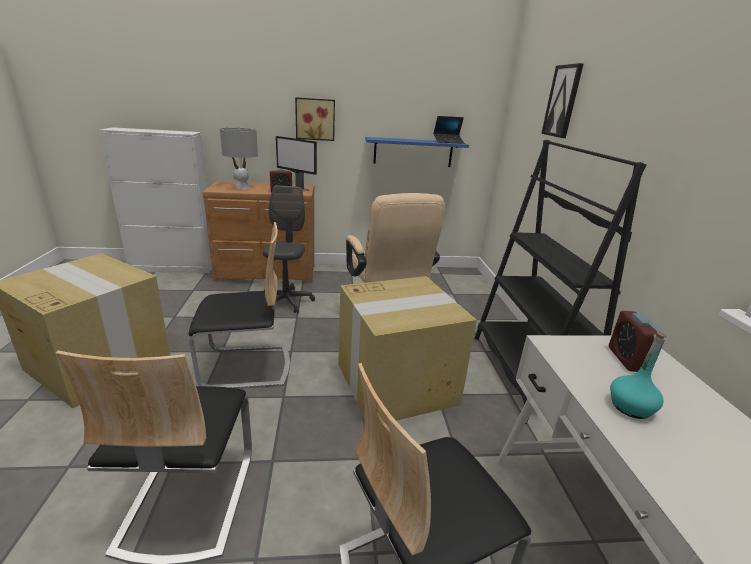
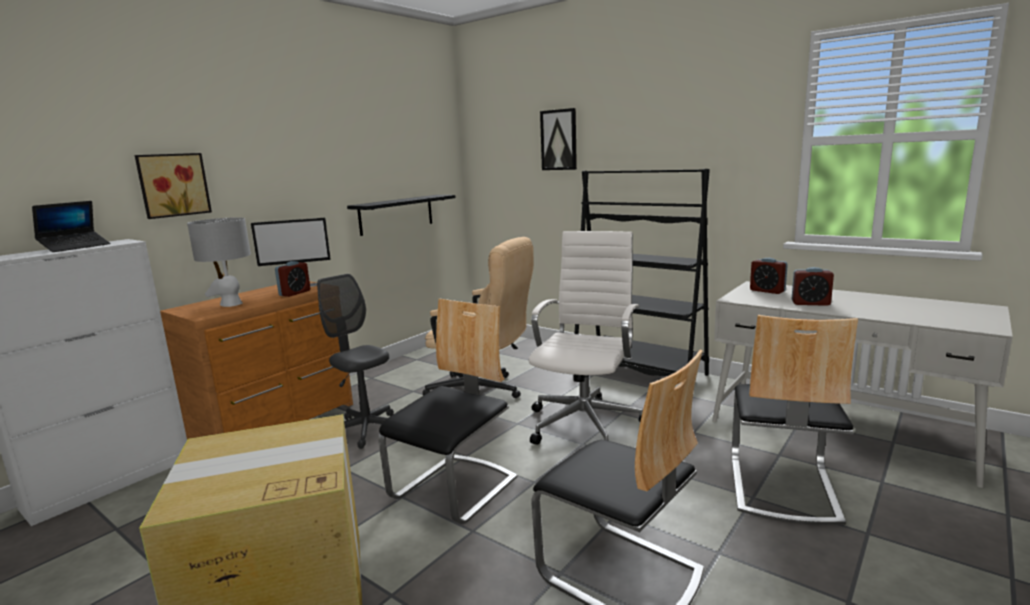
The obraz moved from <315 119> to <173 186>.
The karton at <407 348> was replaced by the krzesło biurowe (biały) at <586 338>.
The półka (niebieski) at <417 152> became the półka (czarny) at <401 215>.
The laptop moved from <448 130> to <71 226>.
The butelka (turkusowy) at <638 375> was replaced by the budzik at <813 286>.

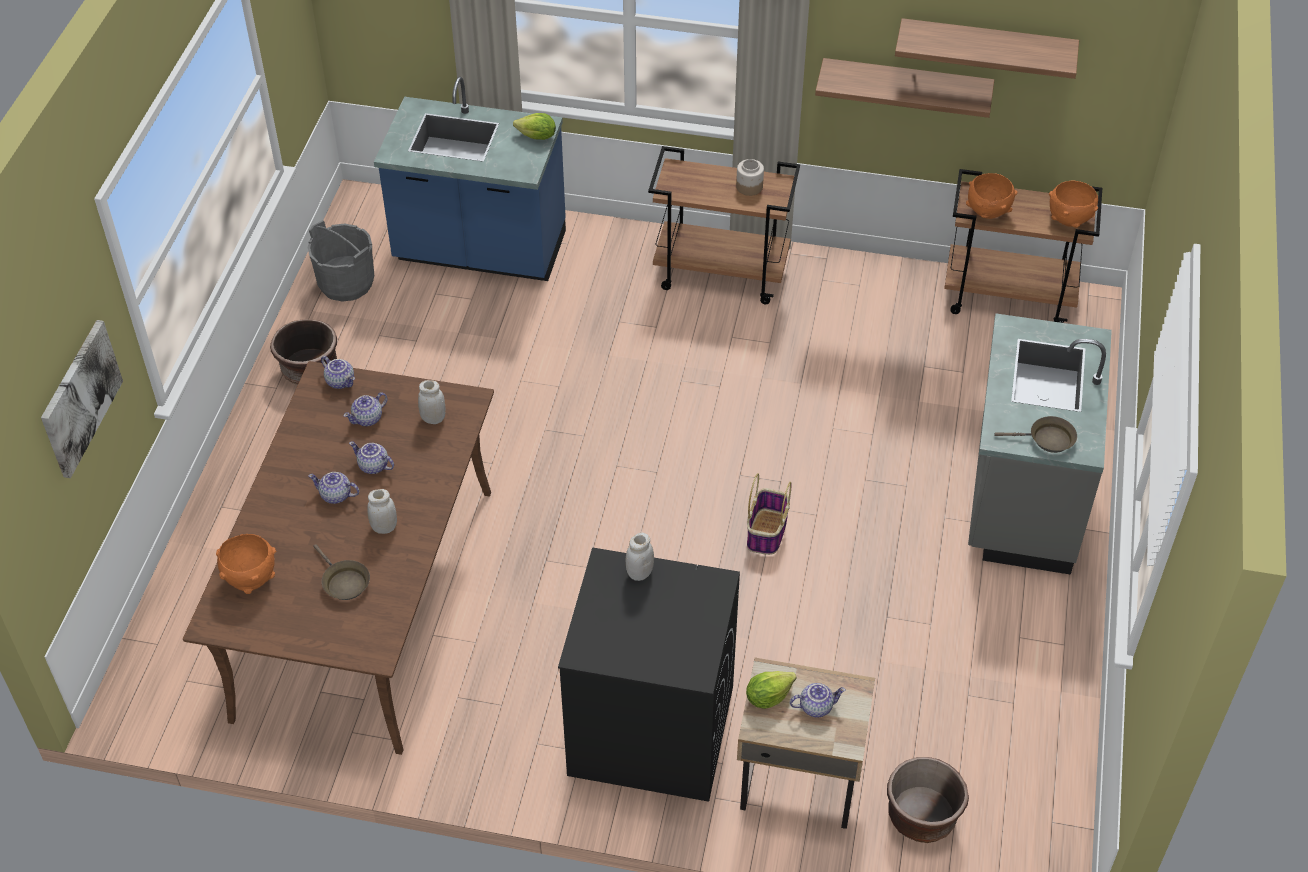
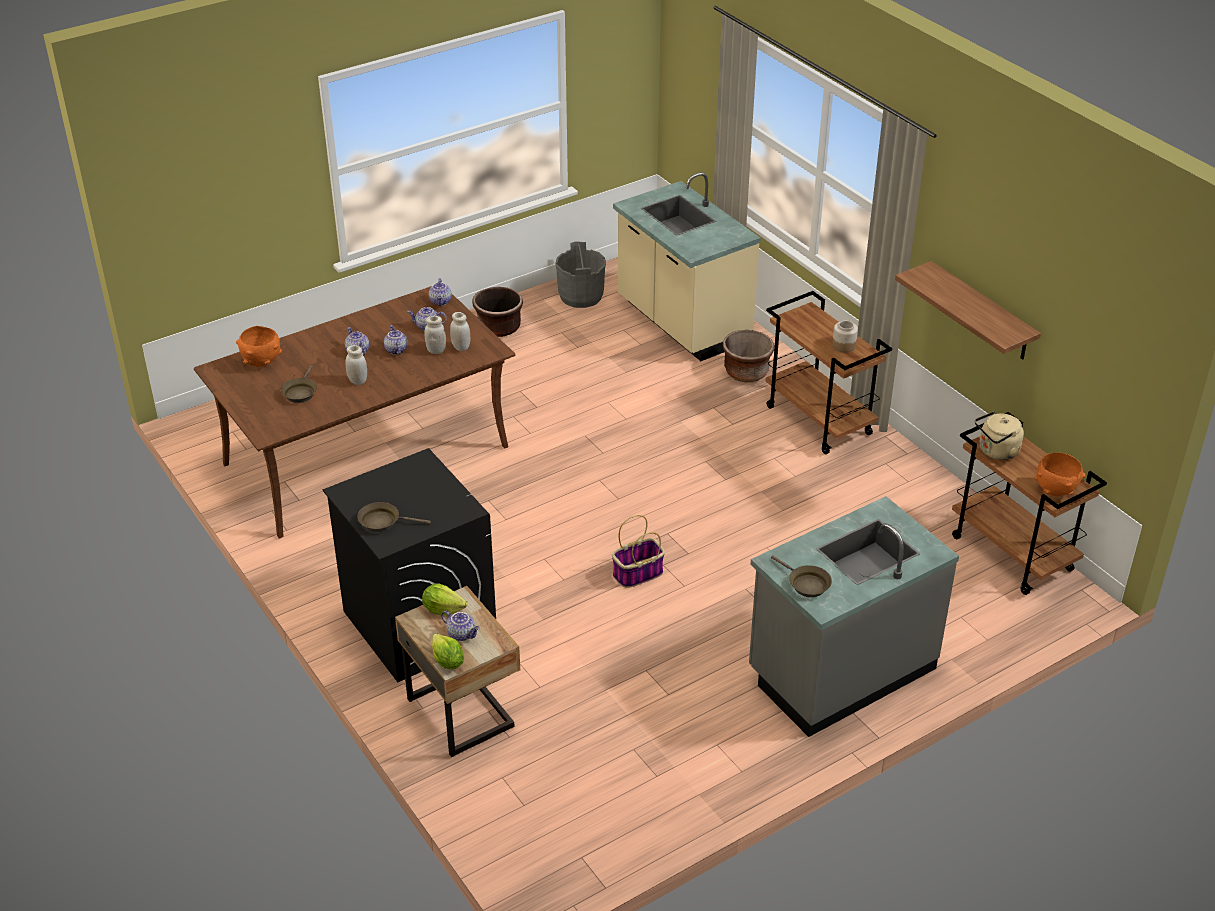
The obraz at <82 399> disappeared.
The zabudowa kuchenna (niebieski) at <470 179> became the zabudowa kuchenna (beżowy) at <687 266>.
The sałata moved from <534 126> to <448 651>.
The słoik (biały) moved from <639 557> to <435 335>.
The donica (brązowy) moved from <928 800> to <748 356>.
The półka at <987 48> disappeared.
The miska (pomarańczowy) at <991 196> was replaced by the czajnik (beżowy) at <999 435>.
The patelnia (brązowy) at <394 517> appeared.

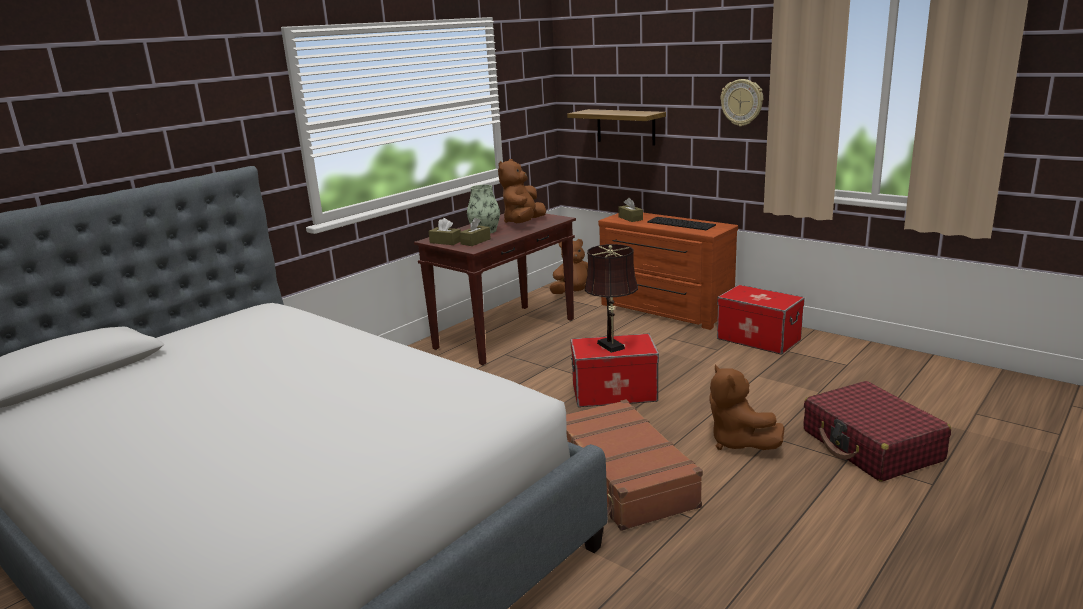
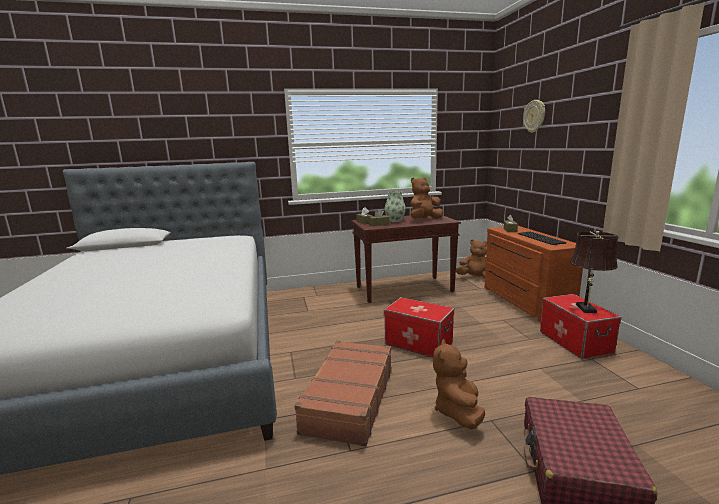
The półka at <616 127> disappeared.
The lampa stołowa (brązowy) moved from <611 298> to <594 272>.
The zegar ścienny moved from <741 102> to <534 116>.

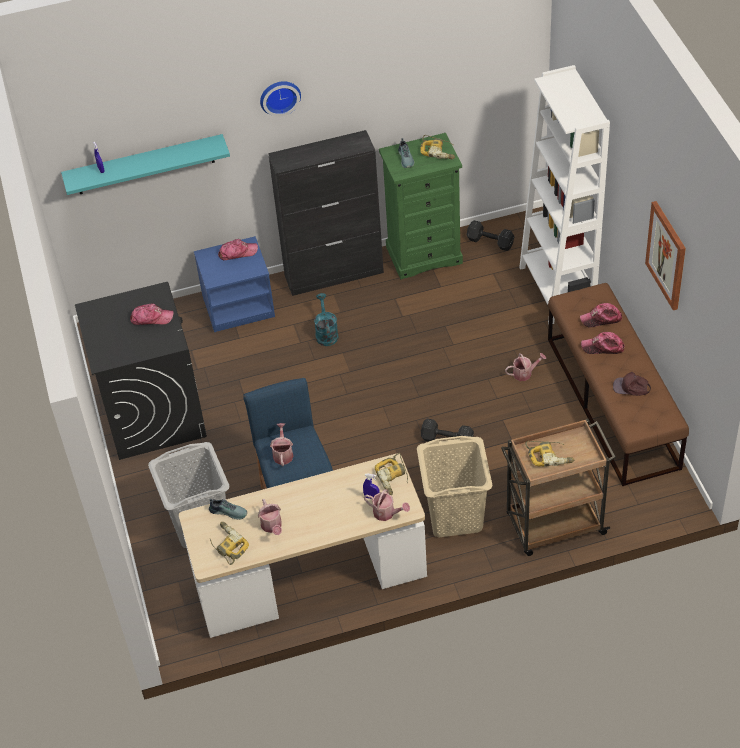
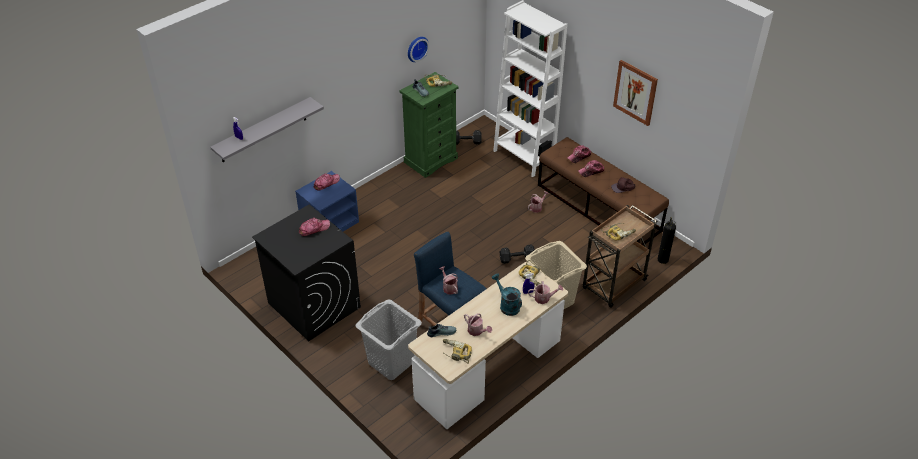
The półka (turkusowy) at <145 164> became the półka (szary) at <267 129>.
The zegar ścienny moved from <280 99> to <418 49>.
The szafka (czarny) at <326 213> disappeared.
The konewka (turkusowy) moved from <326 319> to <507 295>.
The gaśnica at <667 240> appeared.

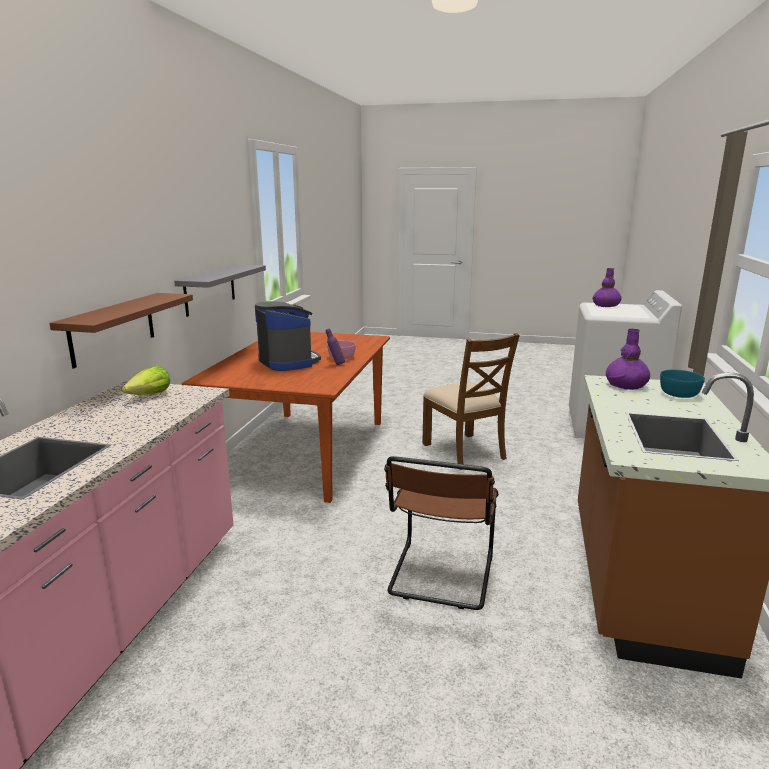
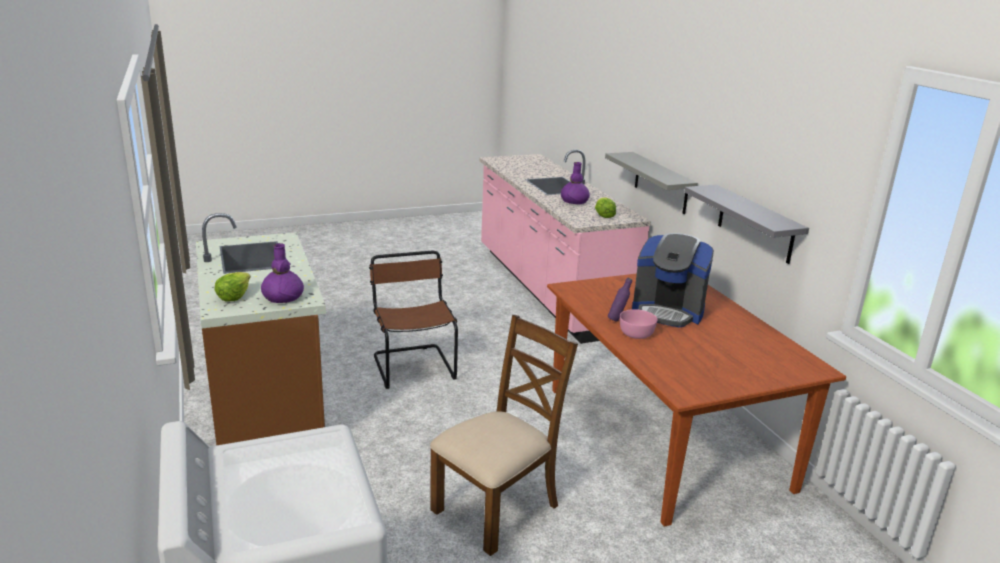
The półka (brązowy) at <121 330> became the półka (szary) at <651 183>.
The krzesło (brązowy) at <471 401> turned 105 degrees clockwise.
The wazon (fioletowy) moved from <606 287> to <575 183>.
The miska (turkusowy) at <682 384> was replaced by the sałata at <232 286>.

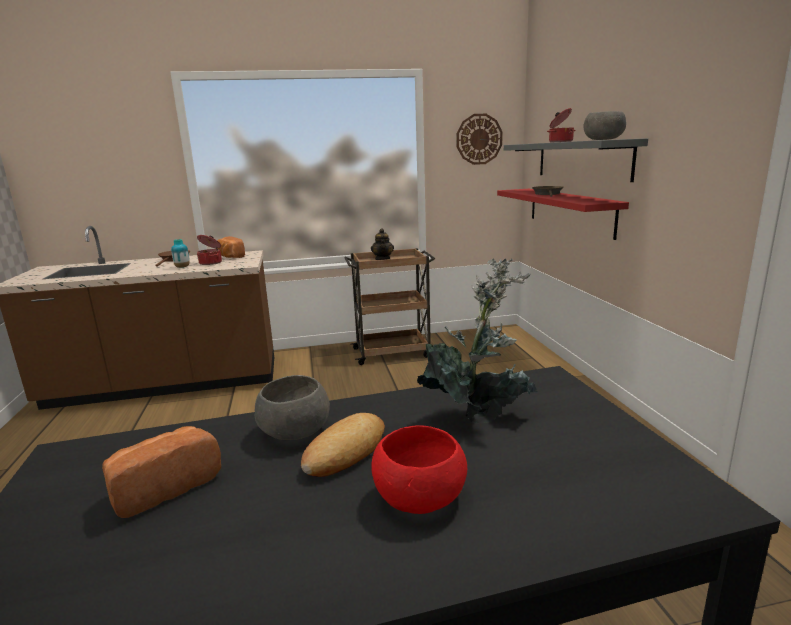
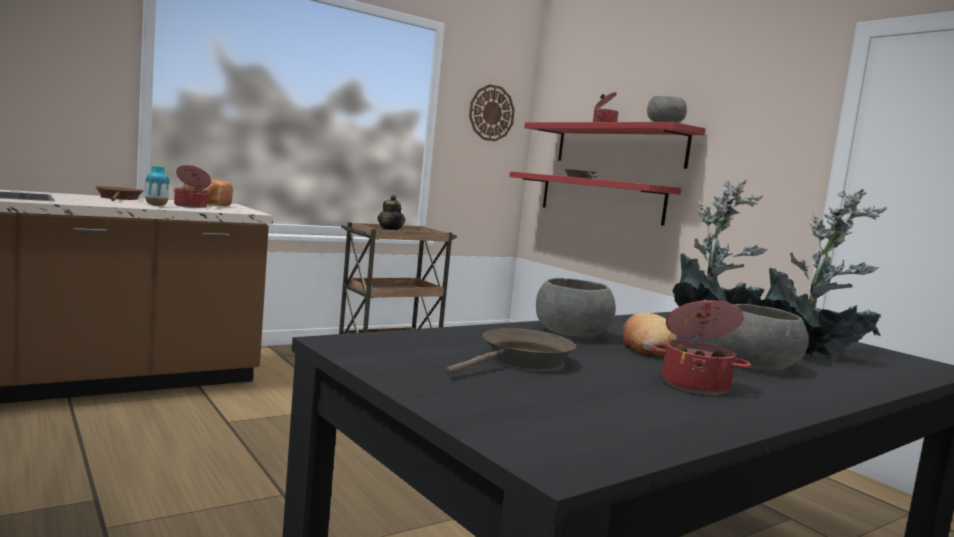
The chleb at <161 472> was replaced by the patelnia (brązowy) at <511 351>.
The miska (czerwony) at <419 469> became the miska (szary) at <763 337>.
The półka (szary) at <576 160> became the półka (czerwony) at <615 145>.
The garnek at <701 347> appeared.
The roślina doniczkowa at <822 275> appeared.

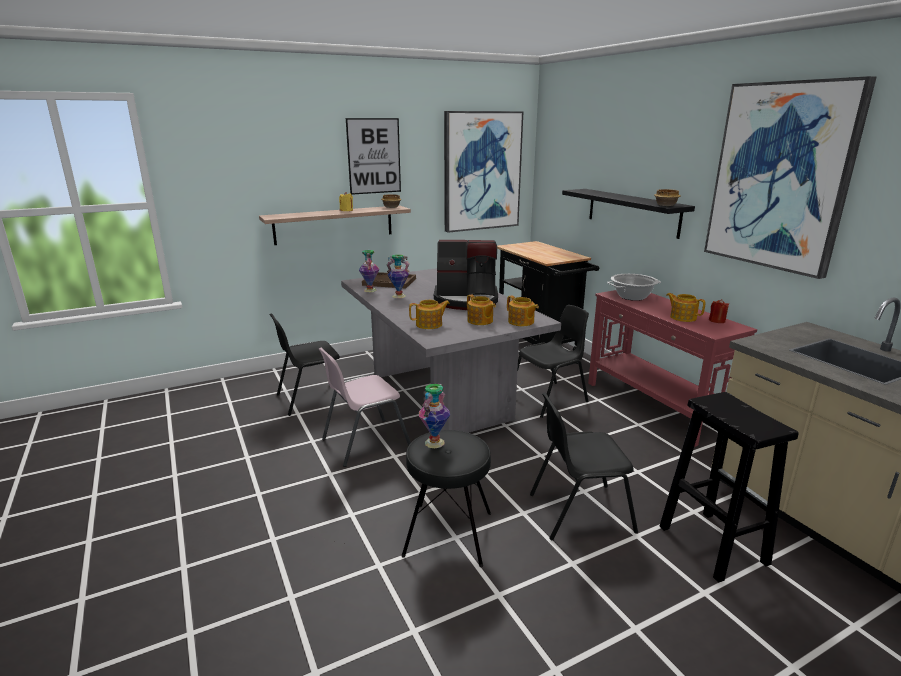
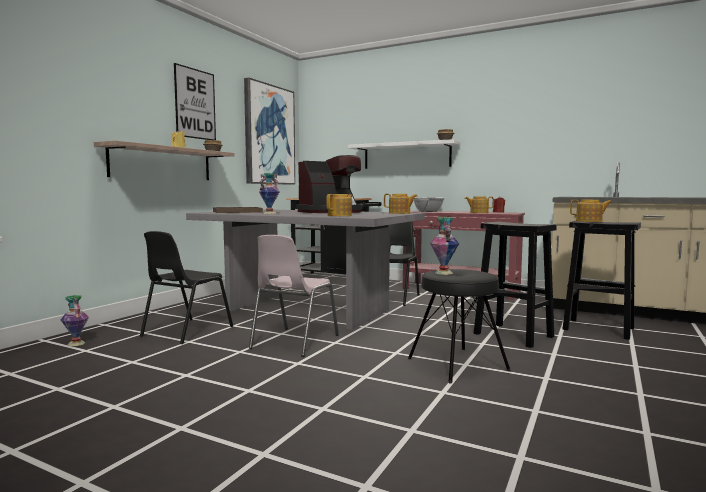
The wazon moved from <369 271> to <74 320>.
The imbryk moved from <481 310> to <591 211>.
The krzesło (czarny) at <584 466> was replaced by the stołek (czarny) at <515 285>.
The półka (czarny) at <628 214> became the półka (biały) at <404 154>.
The obraz at <790 177> disappeared.

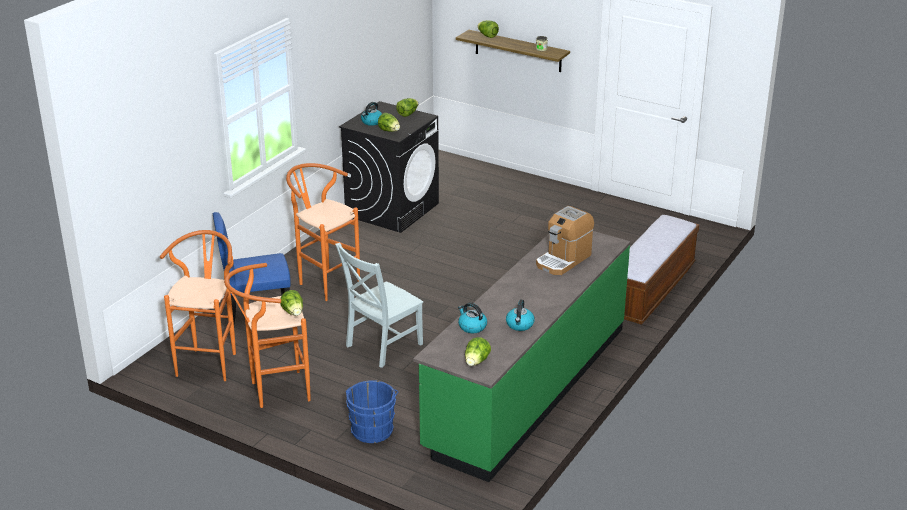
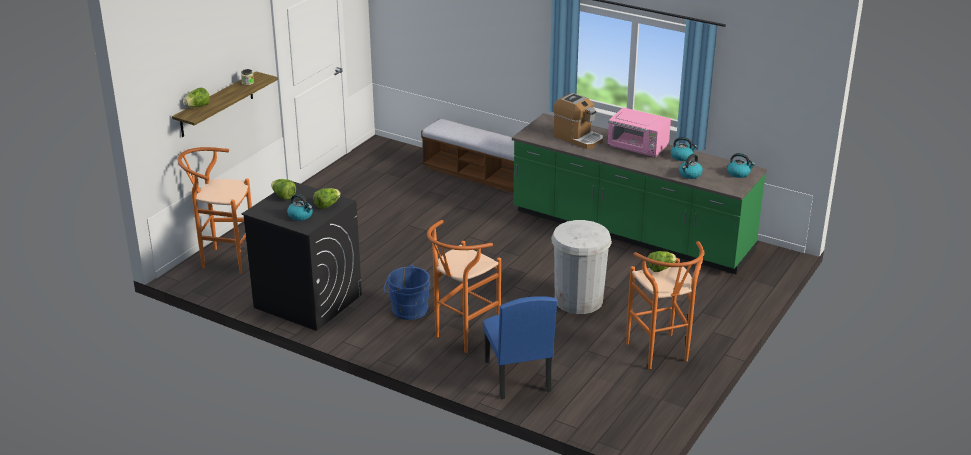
The stołek (pomarańczowy) moved from <198 305> to <215 210>.
The krzesło (szary) at <379 305> was replaced by the kosz na śmieci (biały) at <581 267>.
The wiadro (niebieski) moved from <372 411> to <407 292>.
The sałata at <478 351> was replaced by the czajnik at <741 165>.
The mikrofalówka (różowy) at <639 132> appeared.

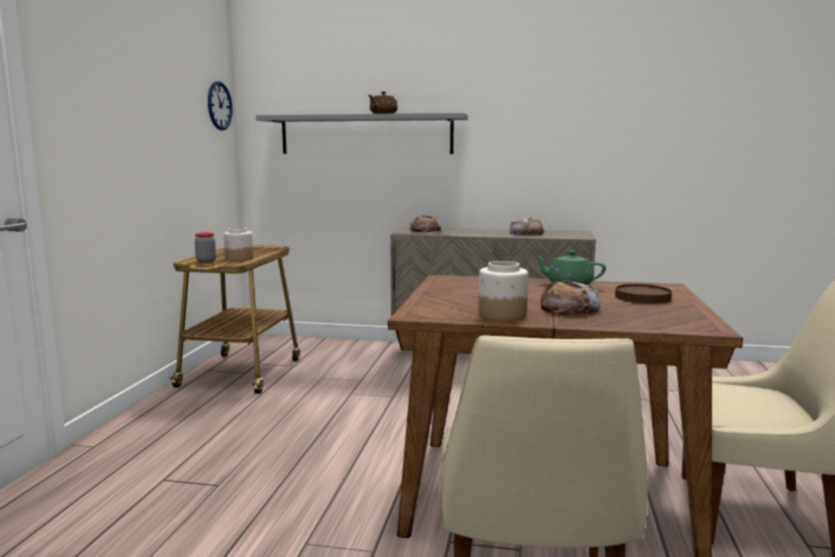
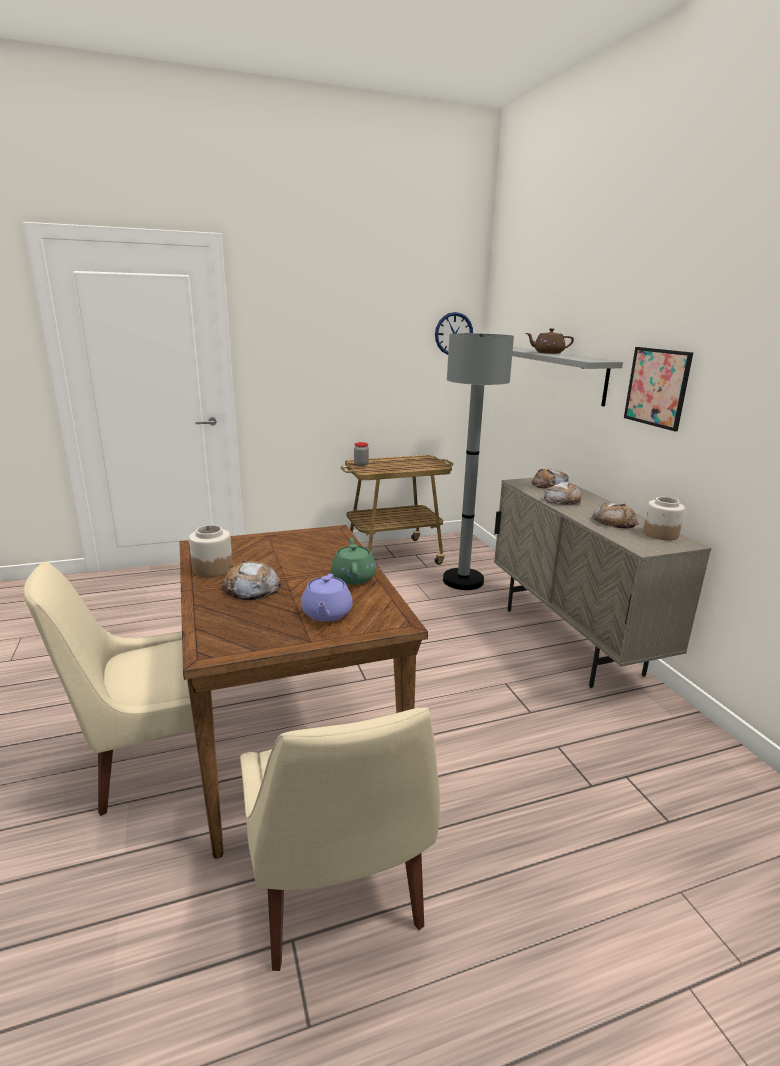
The słoik moved from <239 244> to <664 518>.
The talerz (brązowy) at <643 294> was replaced by the imbryk (fioletowy) at <327 597>.
The lampa stojąca (szary) at <478 461> appeared.
The chleb at <562 493> appeared.
The obraz at <658 389> appeared.

